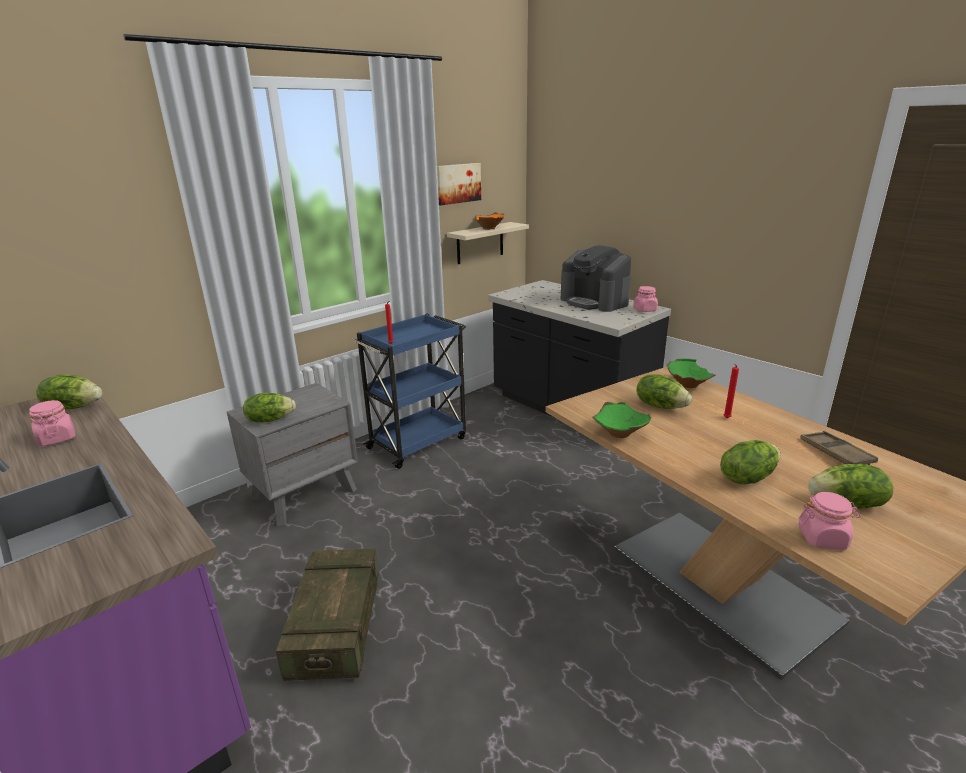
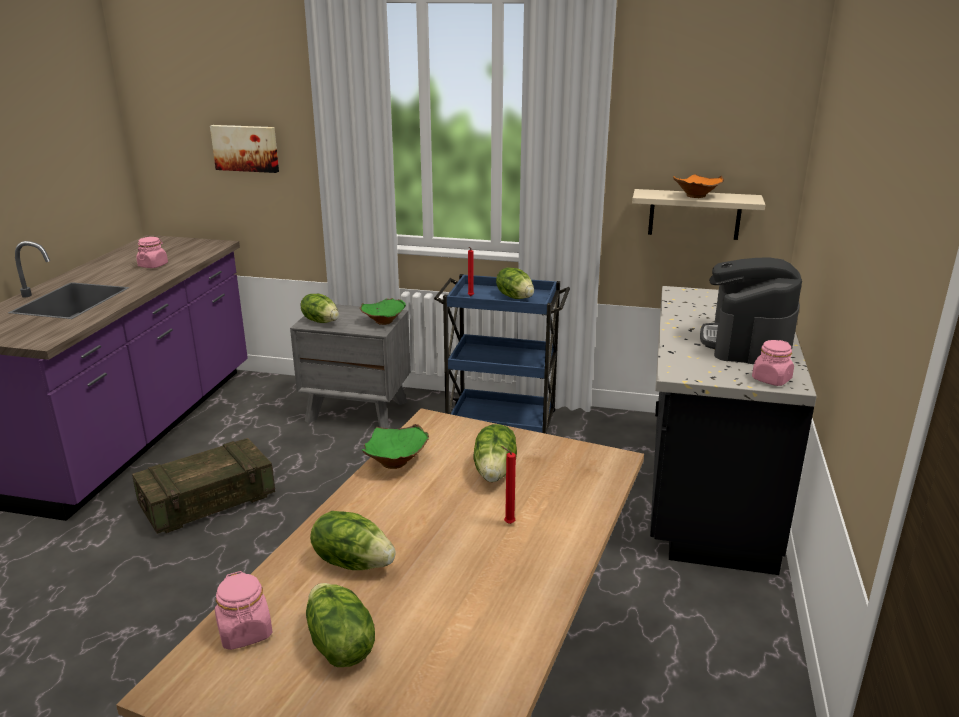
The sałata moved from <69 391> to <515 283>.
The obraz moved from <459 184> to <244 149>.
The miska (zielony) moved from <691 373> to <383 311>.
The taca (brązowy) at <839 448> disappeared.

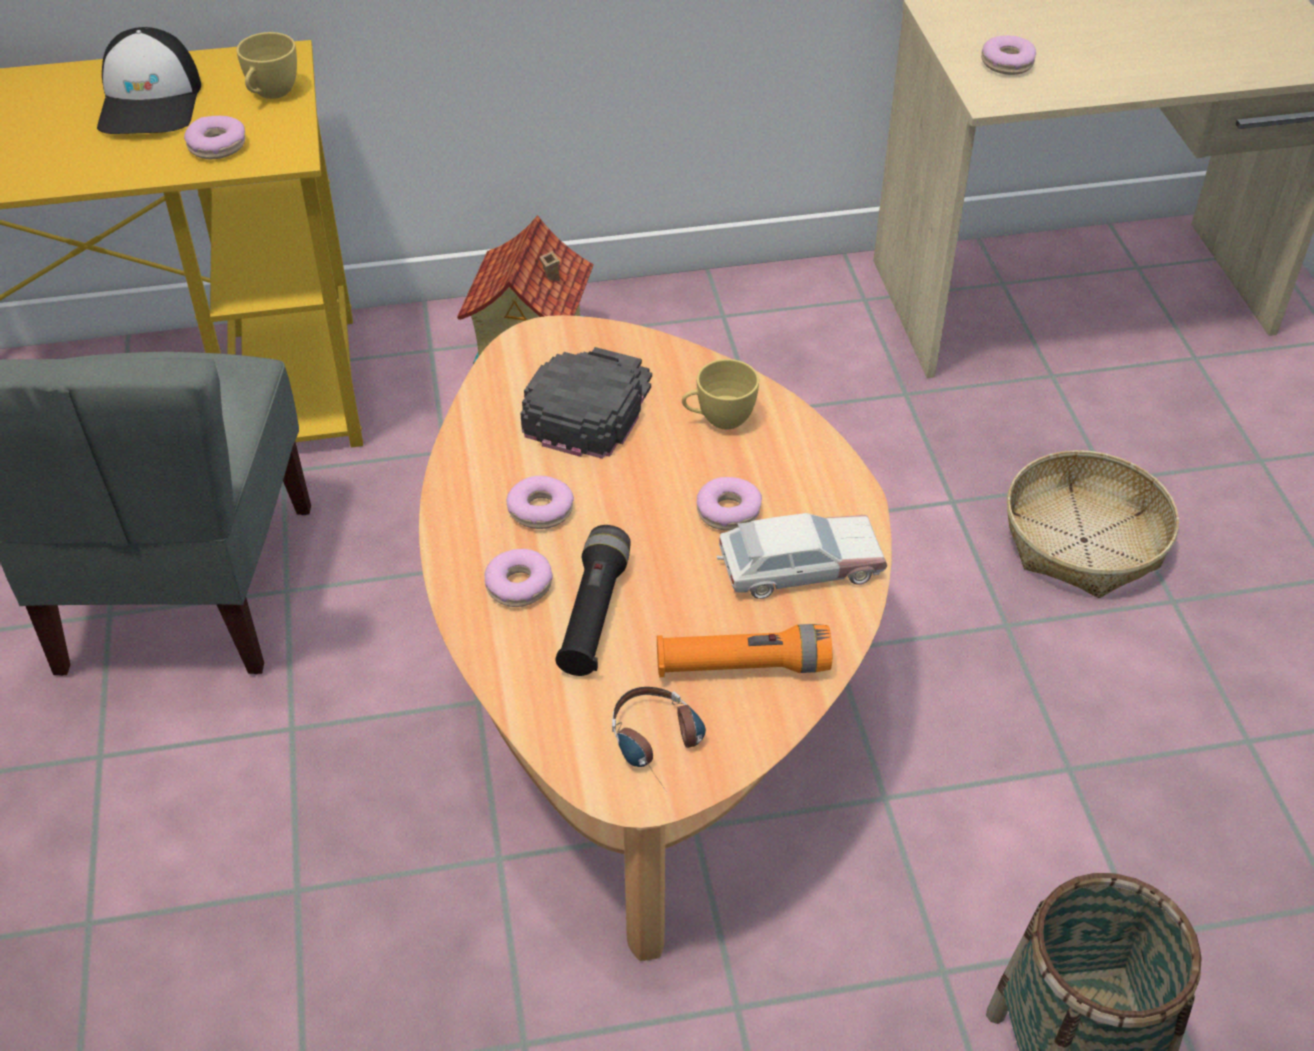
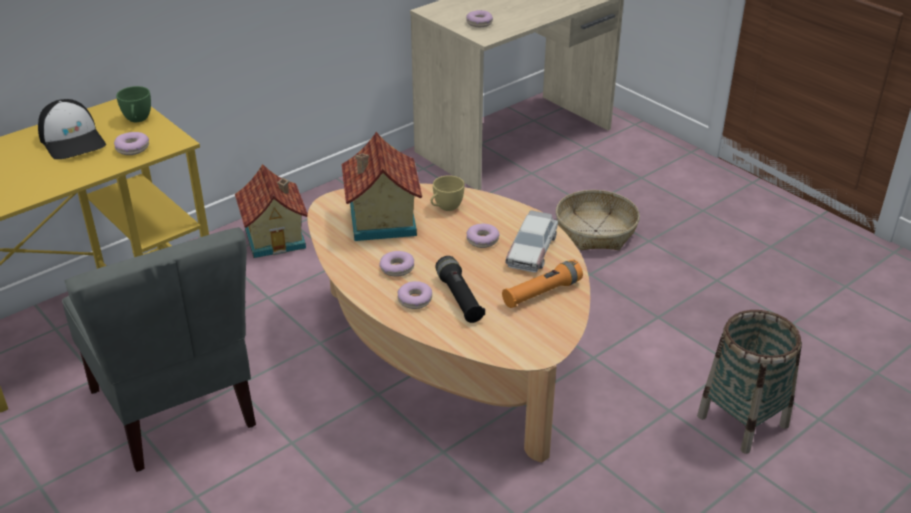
The filiżanka (żółty) at <266 65> became the filiżanka (zielony) at <133 104>.
The czapka z daszkiem (czarny) at <586 403> was replaced by the domek at <382 186>.
The słuchawki at <659 739> disappeared.
The samochodzik at <802 556> turned 150 degrees clockwise.

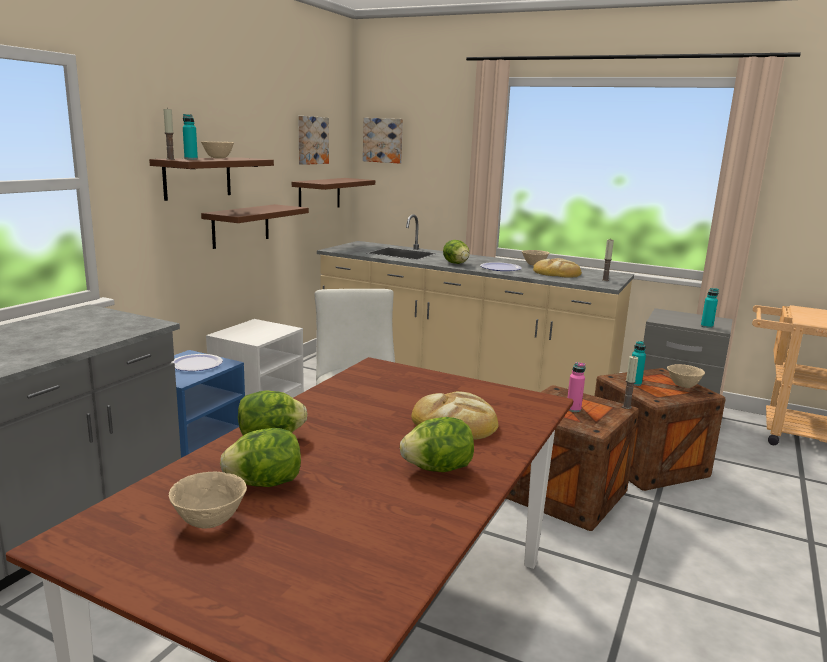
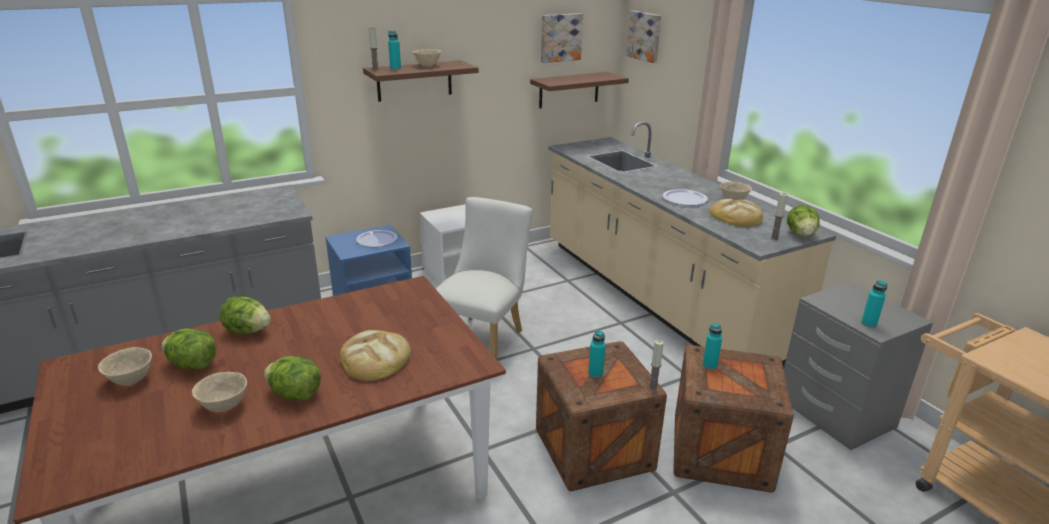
The półka (brązowy) at <255 226> disappeared.
The sałata moved from <456 252> to <803 221>.
The butelka (różowy) at <576 387> became the butelka (turkusowy) at <597 354>.
The miska (beżowy) moved from <686 376> to <219 392>.

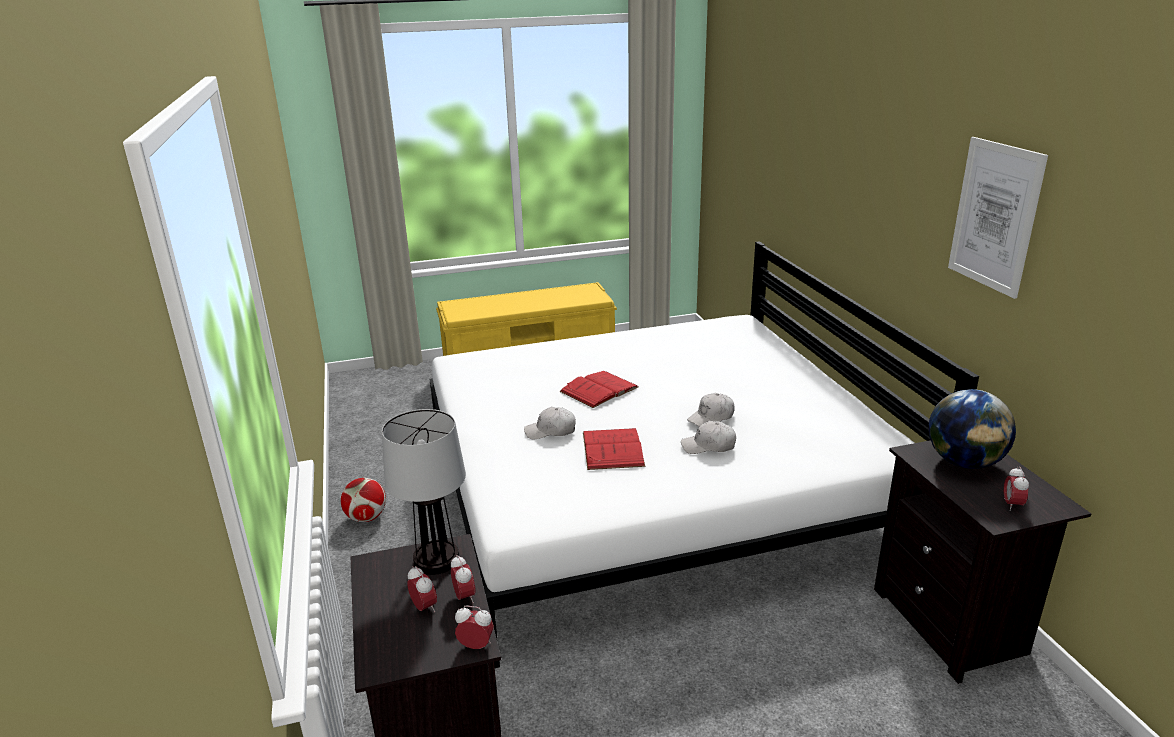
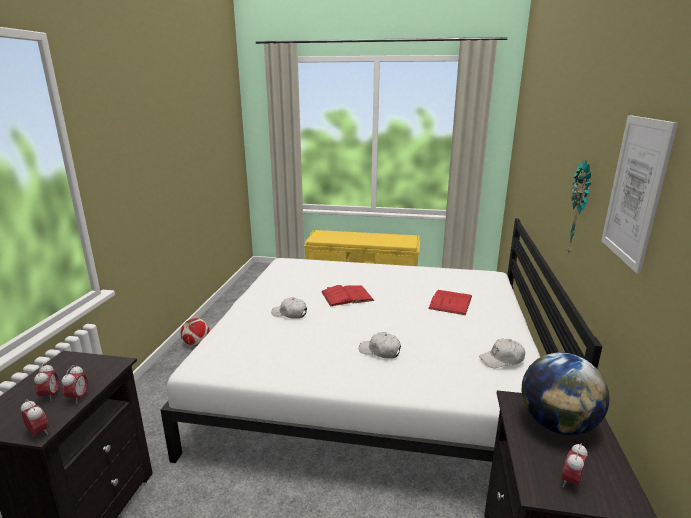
The lampa stołowa at <424 492> disappeared.
The książka (czerwony) moved from <614 449> to <450 302>.
The czapka z daszkiem (biały) moved from <711 410> to <502 353>.
The zegar ścienny at <579 208> appeared.

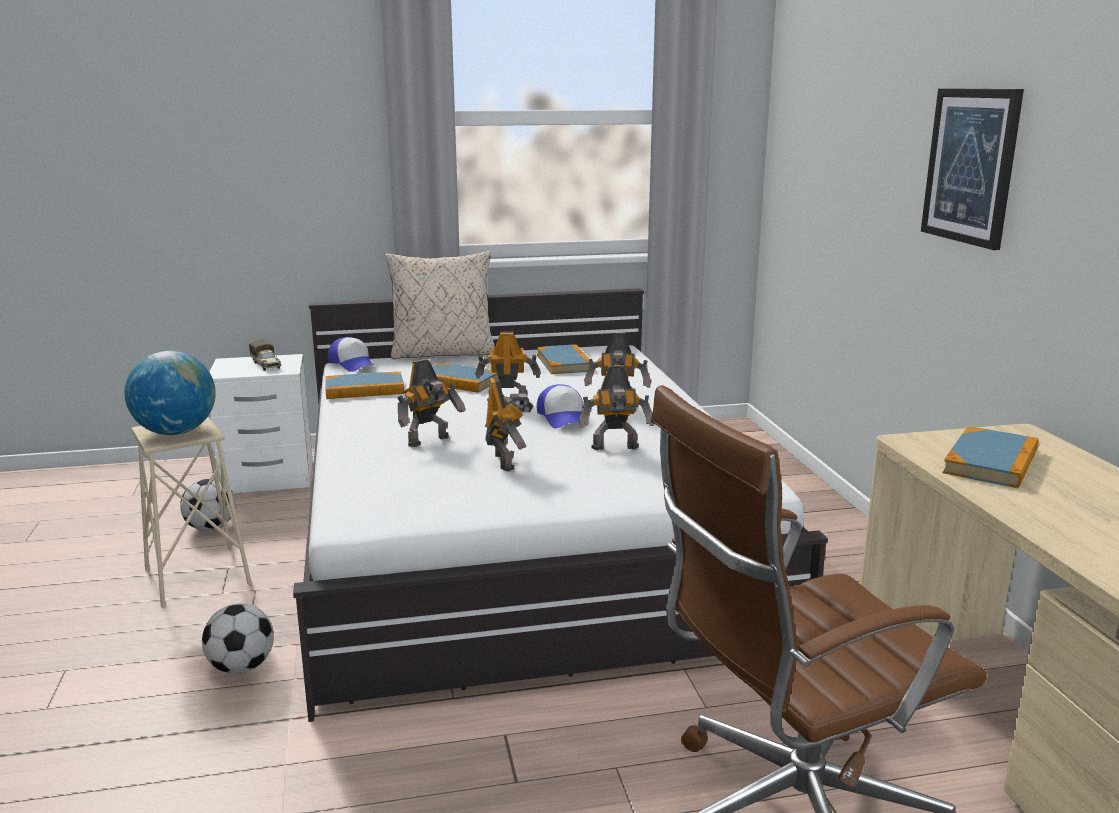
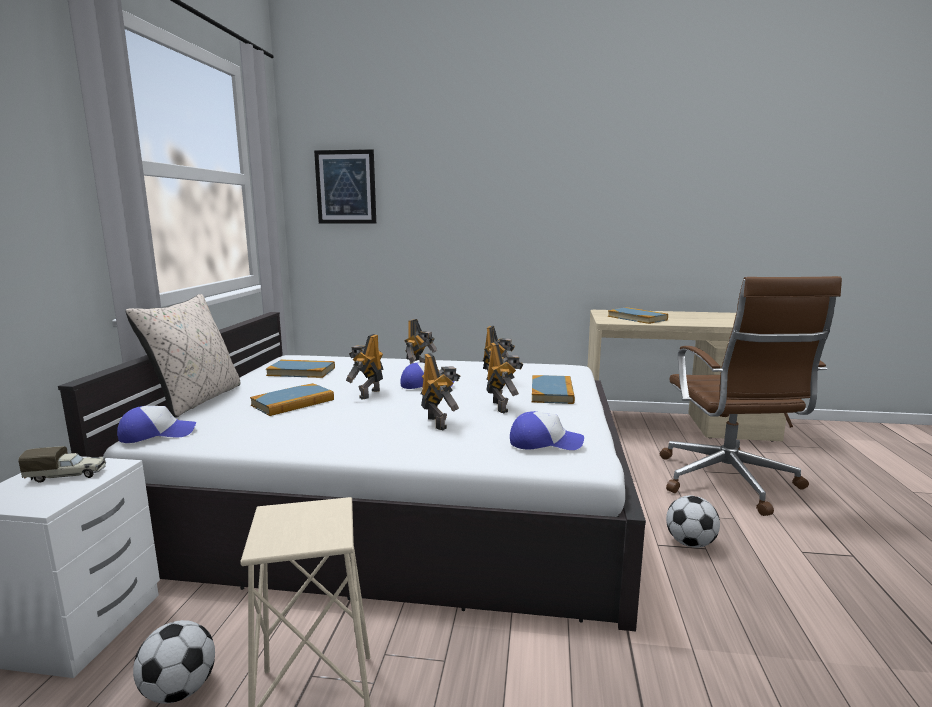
The globus at <170 393> disappeared.
The piłka futbolowa moved from <238 638> to <693 522>.
The książka moved from <364 385> to <553 389>.
The robot zabawkowy at <509 424> turned 75 degrees clockwise.
The obraz moved from <972 169> to <345 186>.
The czapka z daszkiem at <547 430> appeared.

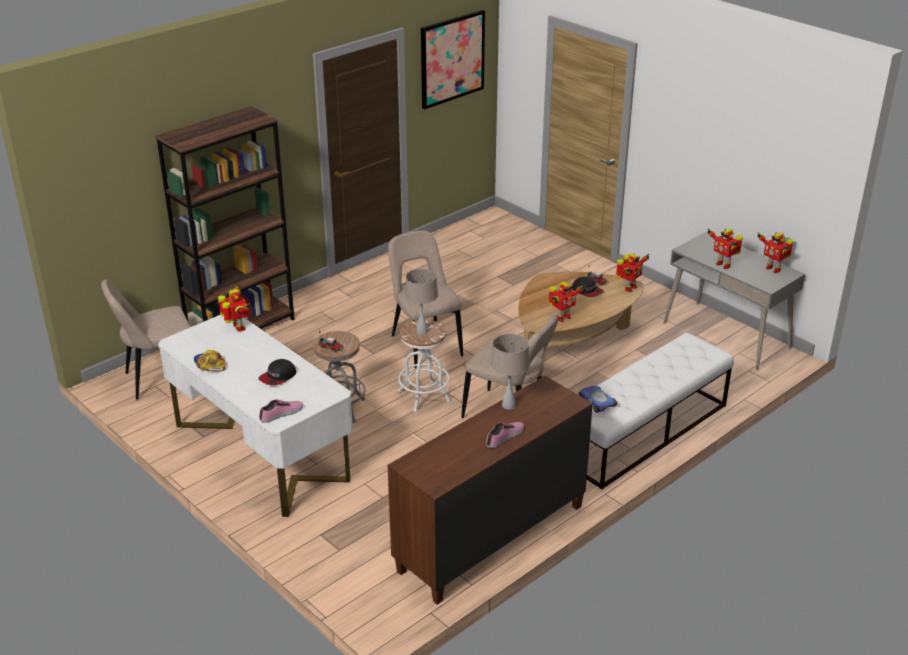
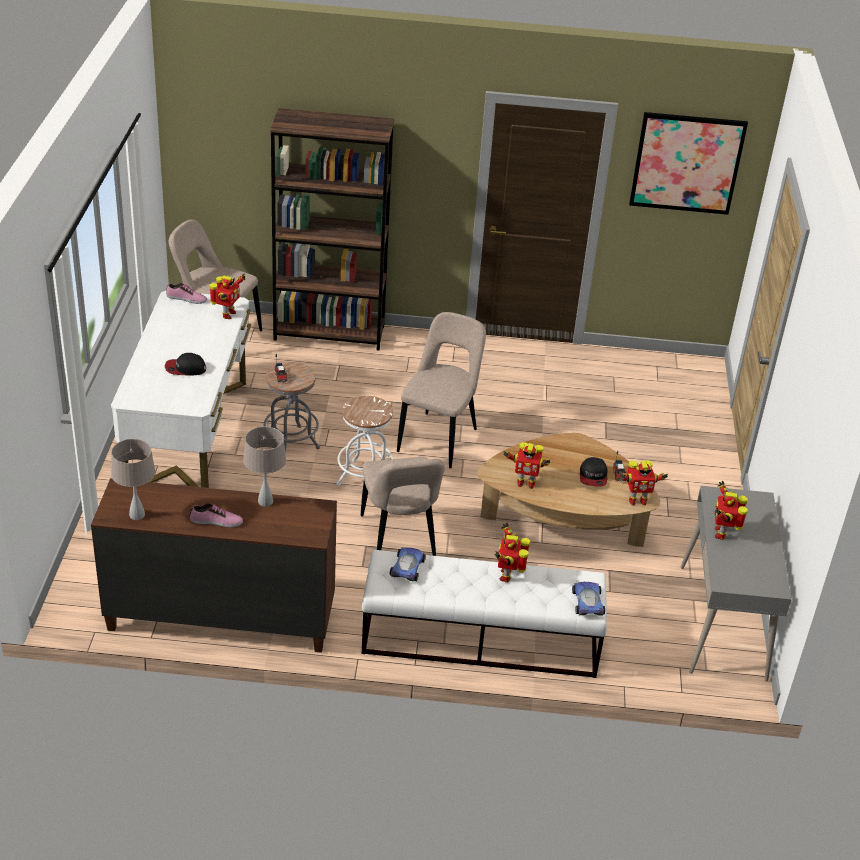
The czapka z daszkiem at <210 361> disappeared.
The but moved from <281 411> to <186 293>.
The lampa stołowa (beżowy) moved from <421 302> to <133 479>.
The robot zabawkowy moved from <775 252> to <512 552>.
The samochodzik at <588 599> appeared.

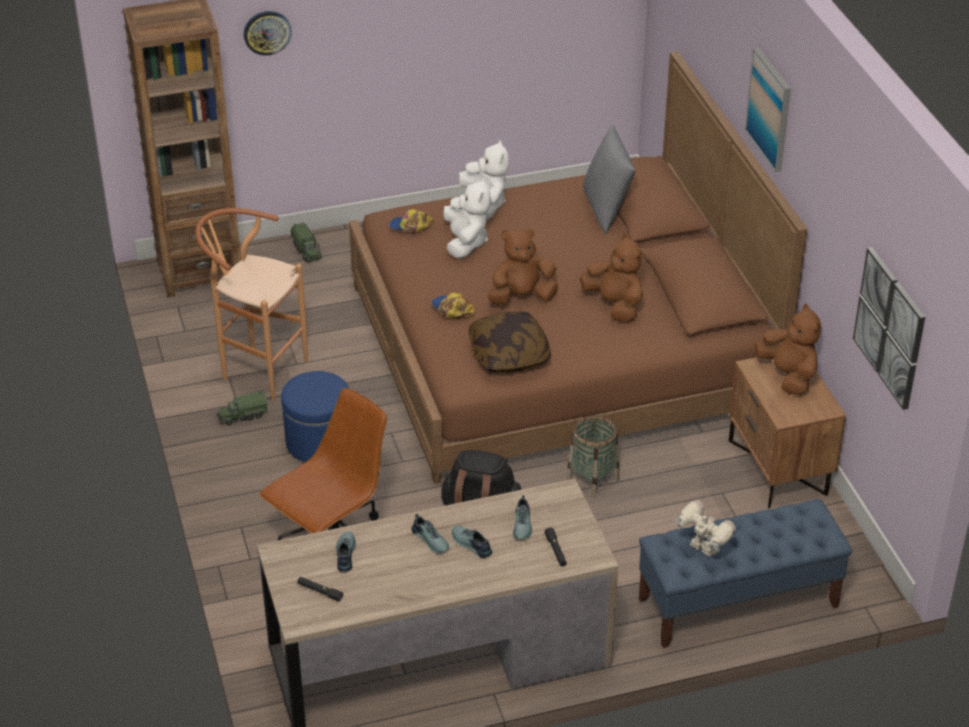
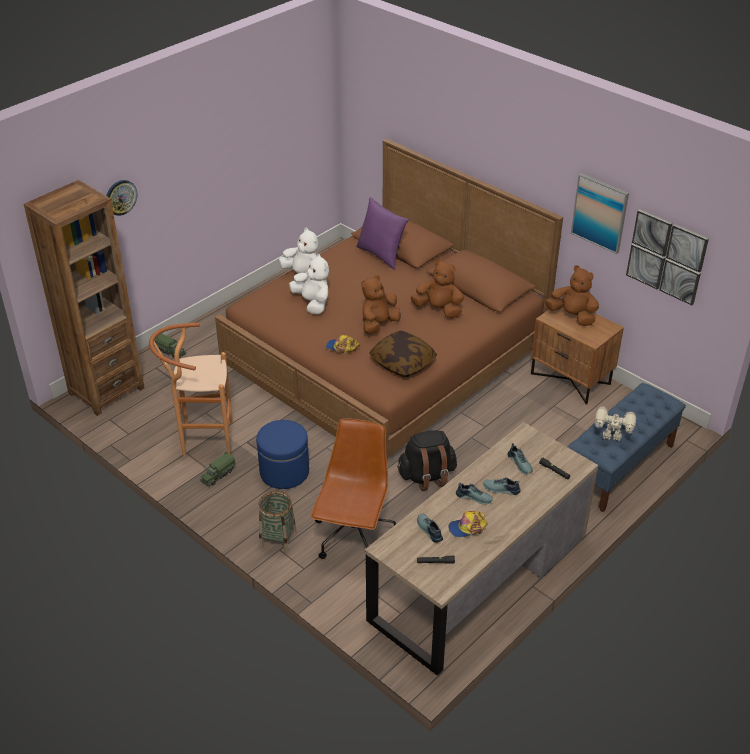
The czapka z daszkiem moved from <411 221> to <468 524>.
The koszyk moved from <592 456> to <277 522>.
The poduszka (szary) at <609 180> became the poduszka (fioletowy) at <382 233>.
The obraz moved from <768 110> to <600 213>.

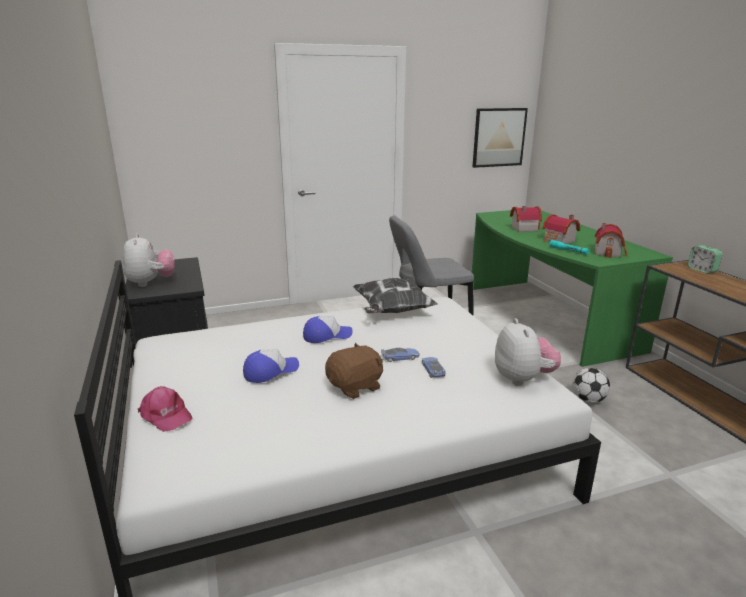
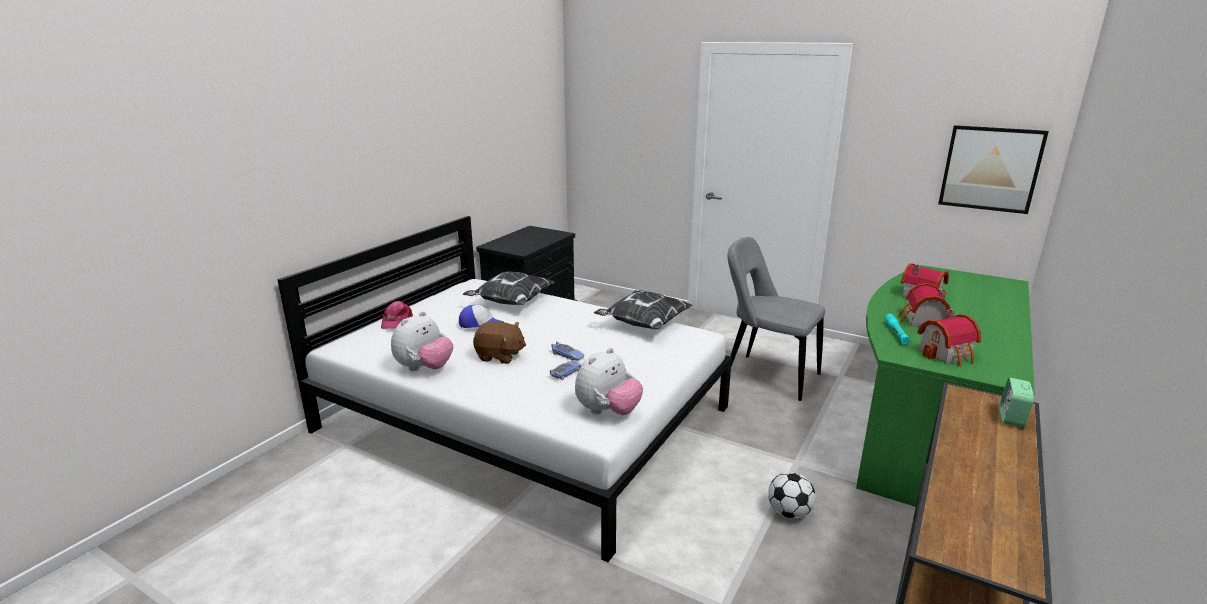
The pluszak moved from <149 260> to <422 341>.
The czapka z daszkiem at <327 329> disappeared.
The poduszka at <509 288> appeared.

